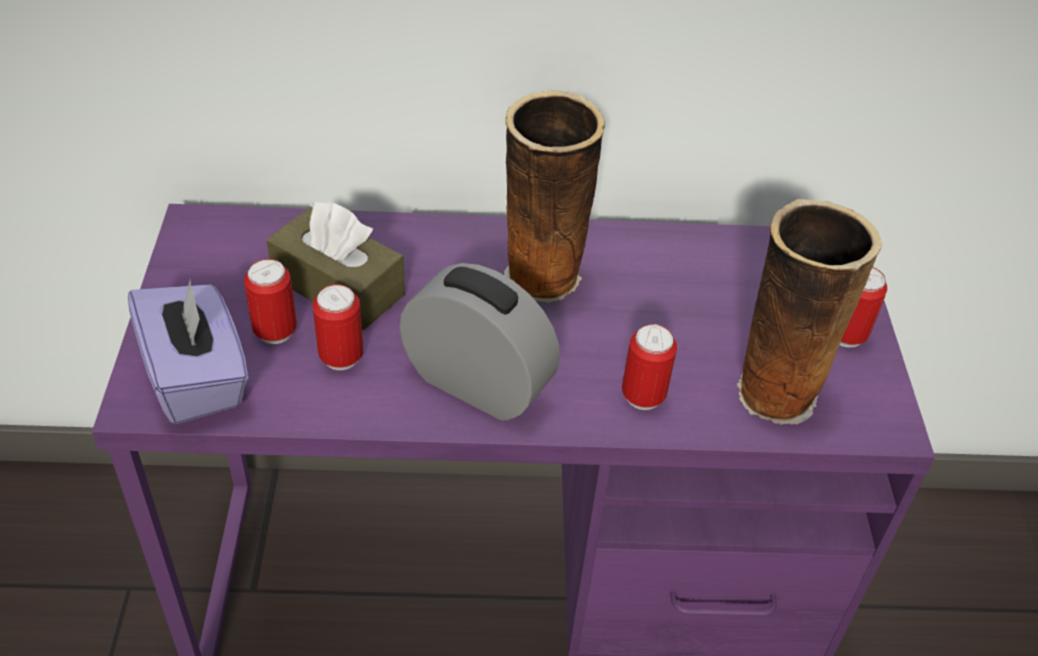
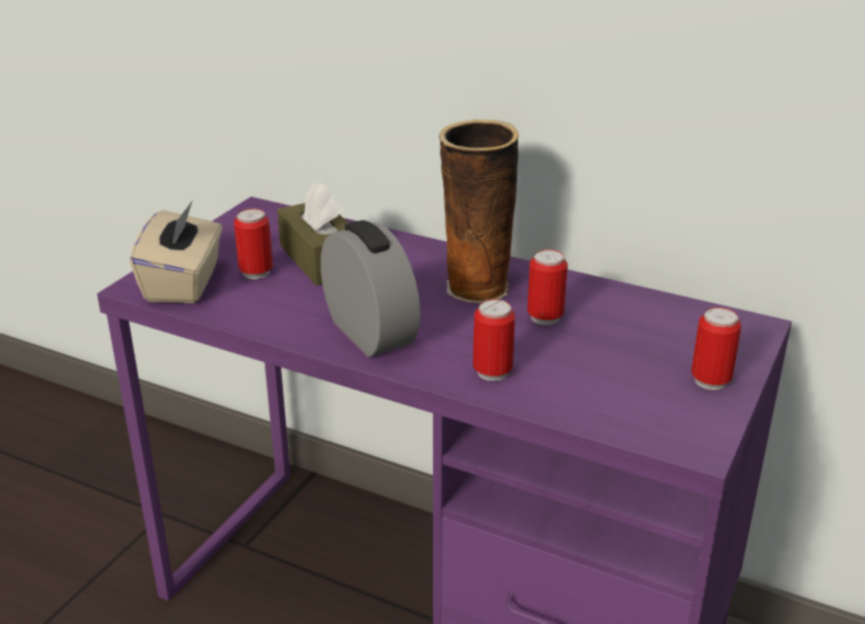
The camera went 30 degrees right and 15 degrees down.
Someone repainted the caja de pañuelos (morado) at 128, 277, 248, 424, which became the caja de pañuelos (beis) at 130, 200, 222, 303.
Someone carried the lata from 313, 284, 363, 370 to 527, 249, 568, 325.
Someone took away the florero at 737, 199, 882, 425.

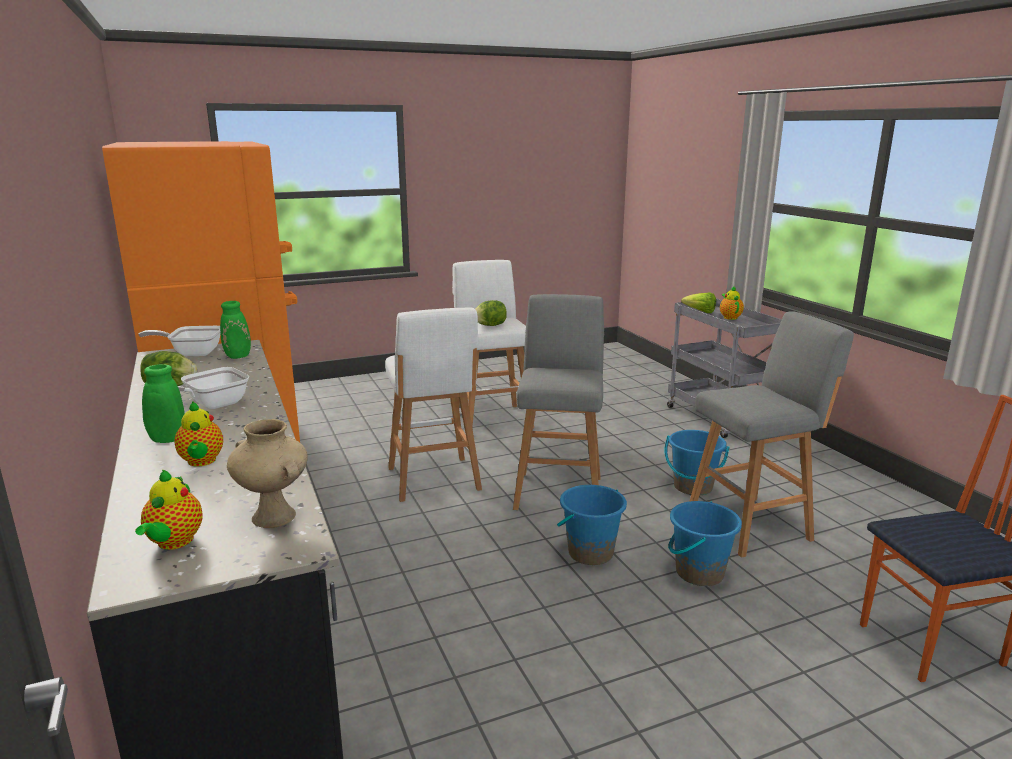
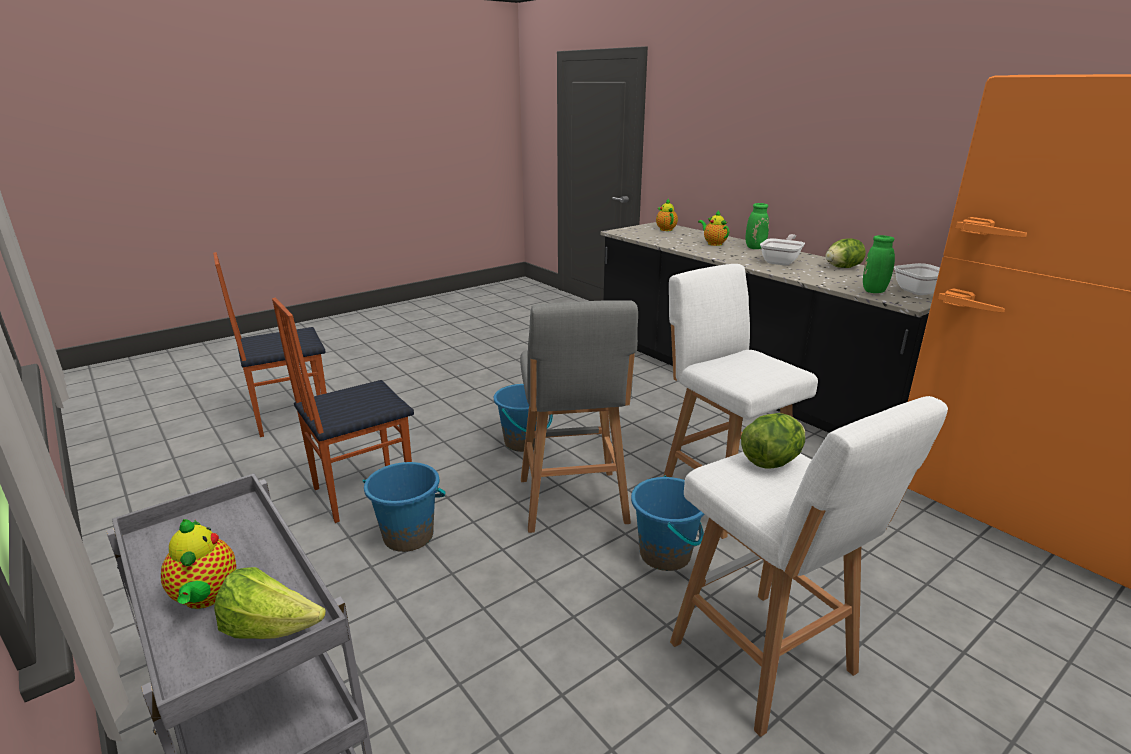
The camera went 165 degrees right and 5 degrees up.
Someone swapped the taburete (gris) at 689, 311, 854, 558 for the silla at 272, 298, 414, 523.
Someone carried the cubo (azul) from 668, 501, 742, 586 to 631, 476, 705, 571.
Someone took away the florero (beis) at 227, 419, 308, 528.

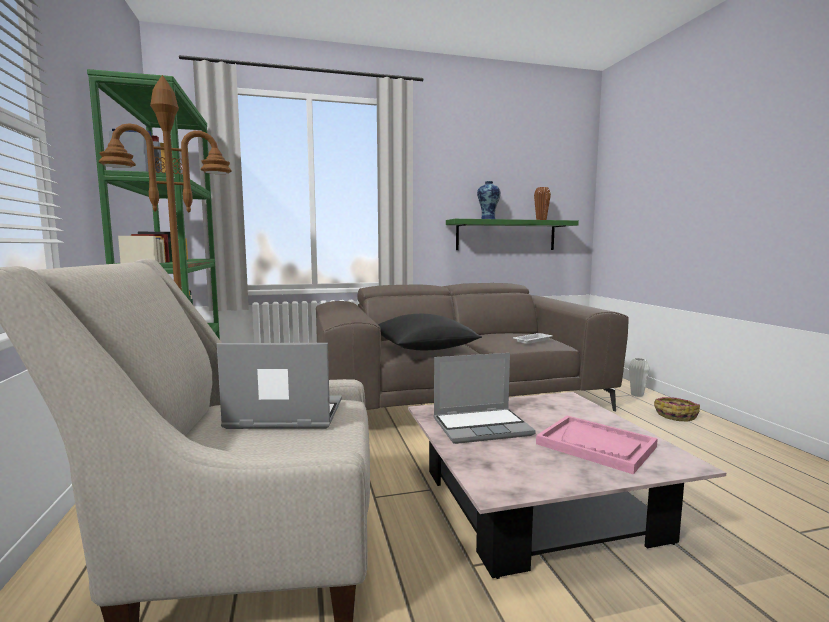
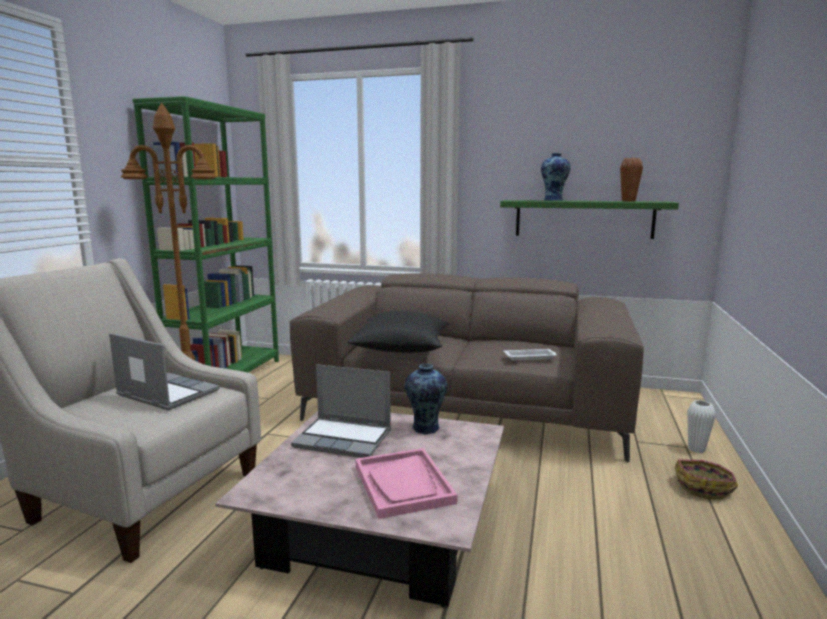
The camera went 30 degrees right and 5 degrees up.
Someone put down the florero at 405, 364, 447, 434.

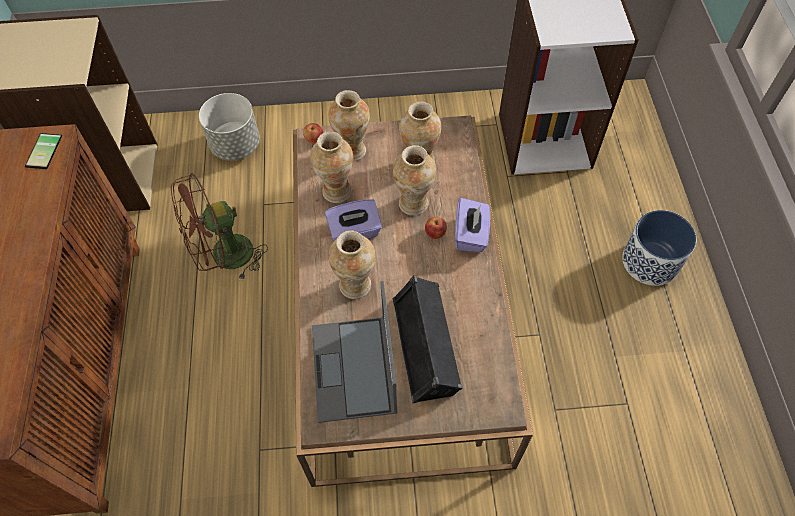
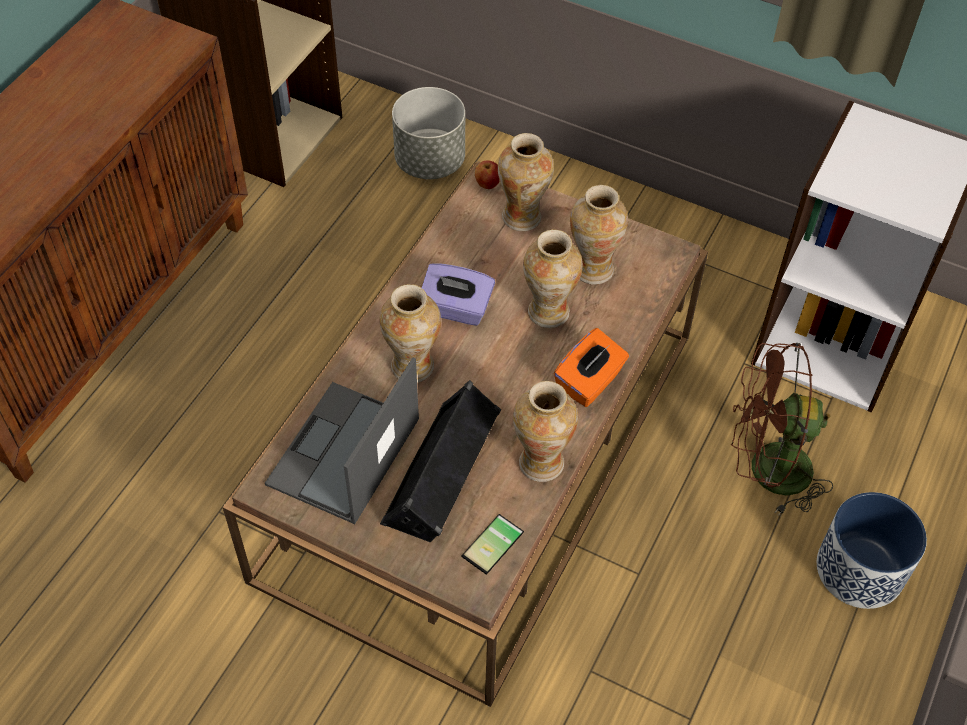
The camera went 30 degrees right and 5 degrees down.
Someone carried the móvil from 25, 133, 62, 169 to 461, 514, 524, 575.
Someone carried the florero from 310, 131, 353, 203 to 513, 381, 578, 482.
Someone repainted the caja de pañuelos (morado) at 455, 198, 490, 252, which became the caja de pañuelos (naranja) at 554, 328, 629, 407.
Someone carried the ventilador (marrón) from 171, 172, 268, 281 to 731, 343, 833, 516.
Someone took away the manzana at 425, 217, 447, 239.

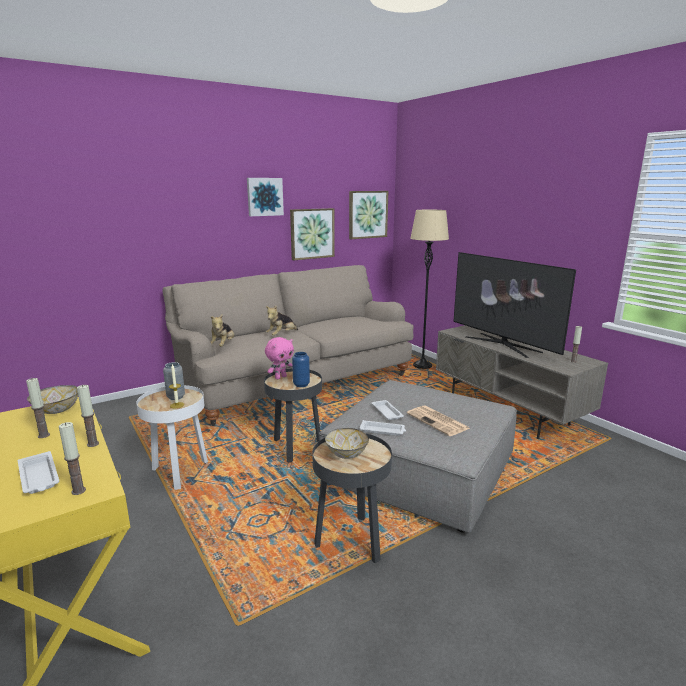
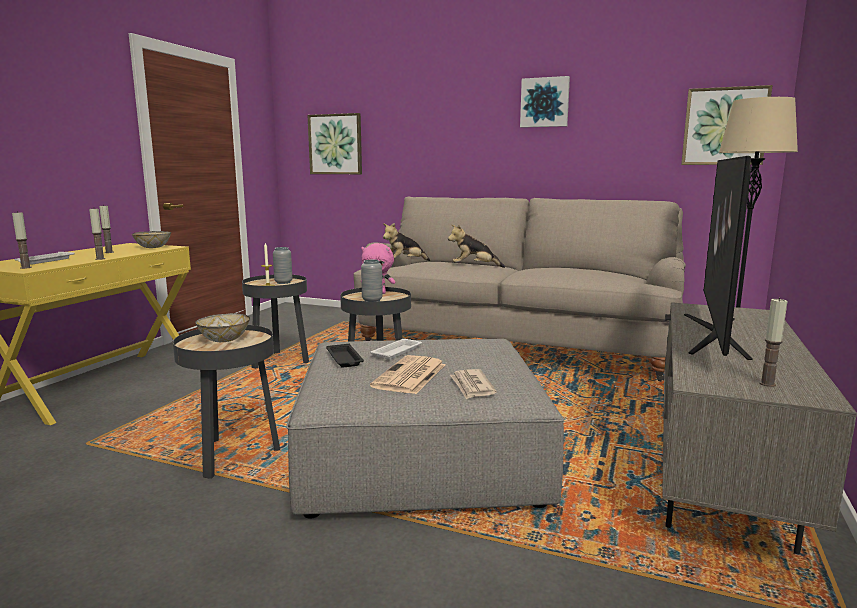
The camera went 55 degrees right and 5 degrees down.
Someone repainted the mesa auxiliar (blanco) at 136, 385, 208, 490, which became the mesa auxiliar (negro) at 242, 275, 309, 369.
Someone carried the cuadro from 290, 208, 335, 261 to 307, 113, 362, 174.
Someone repainted the bandeja (blanco) at 359, 420, 406, 436, which became the bandeja (negro) at 326, 344, 364, 368.
Someone repainted the florero (azul) at 292, 352, 310, 387, which became the florero (gris) at 361, 260, 383, 301.
Someone put down the periódico at 450, 369, 497, 400.

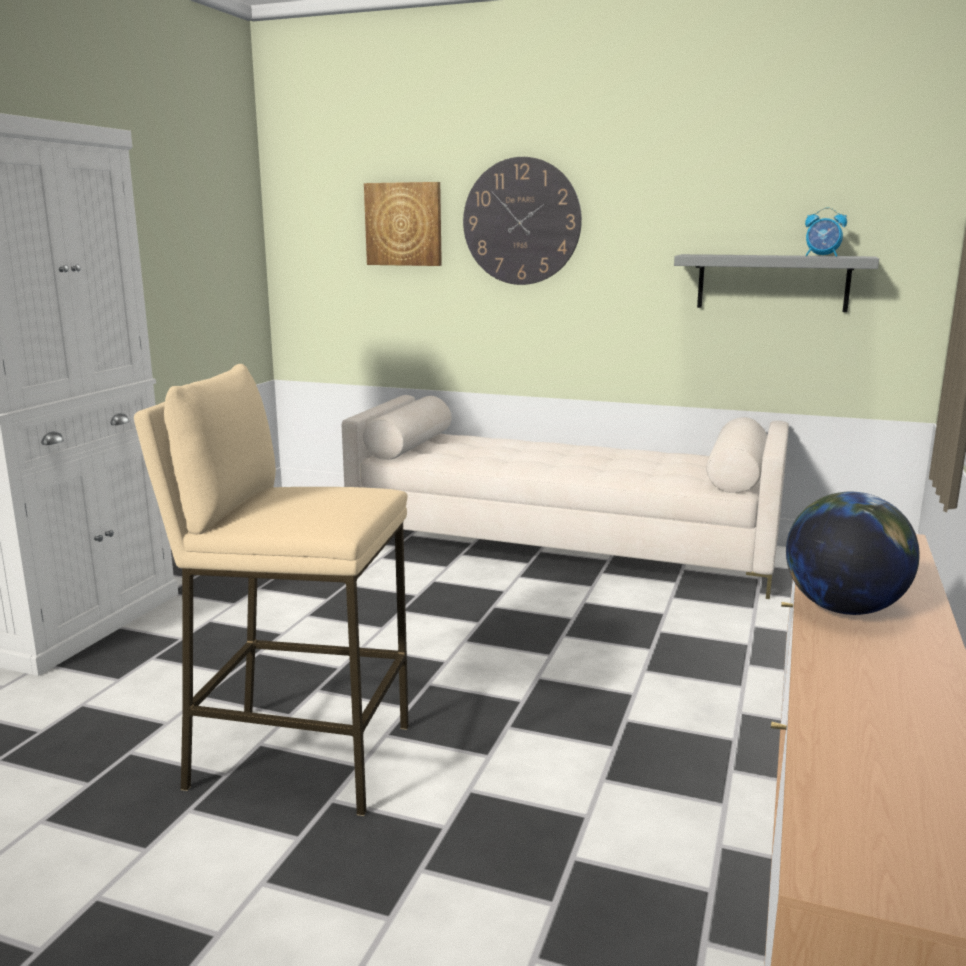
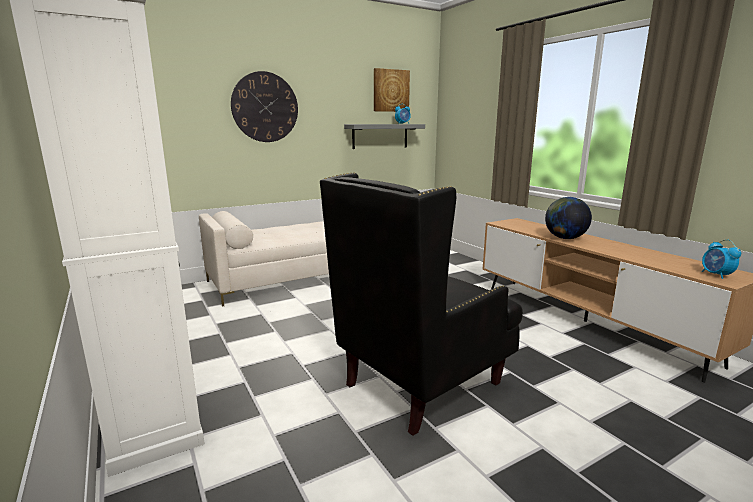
The camera went 50 degrees left and 0 degrees up.
Someone swapped the taburete (beis) at 134, 364, 409, 816 for the sillón (negro) at 320, 172, 523, 436.
Someone carried the cuadro from 364, 182, 442, 266 to 374, 68, 410, 112.
Someone put down the despertador at 702, 239, 741, 279.

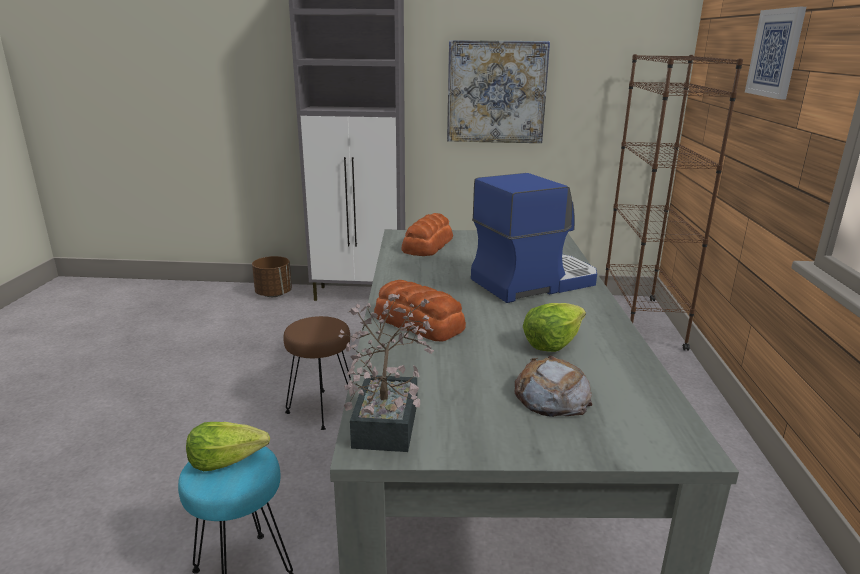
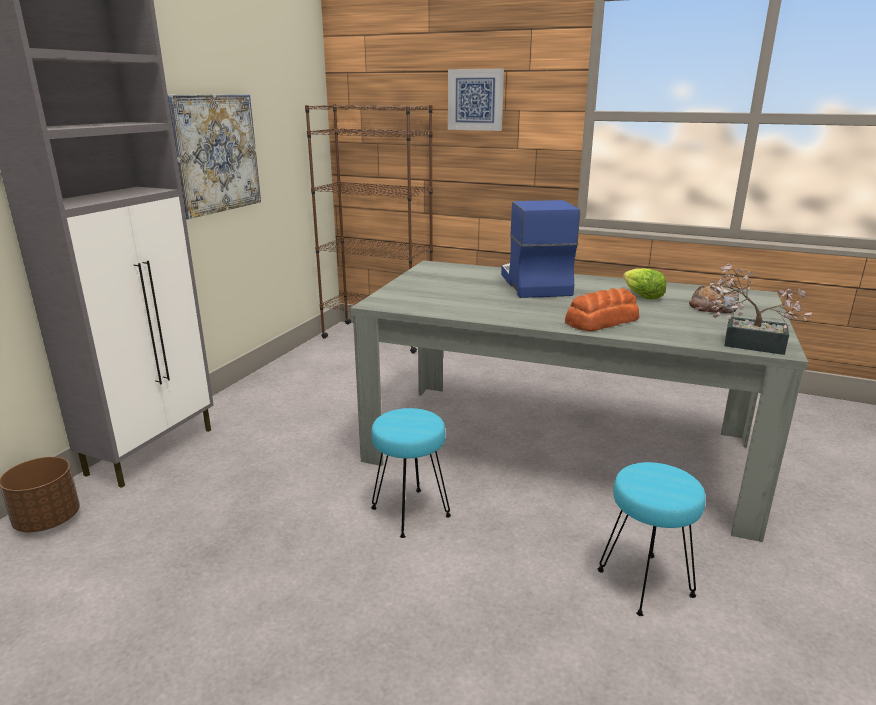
The camera went 70 degrees left and 0 degrees up.
Someone repainted the taburete (marrón) at 283, 316, 351, 430, which became the taburete (turquesa) at 371, 408, 451, 538.
Someone took away the lechuga at 186, 422, 270, 471.
Someone took away the pan at 401, 213, 453, 256.

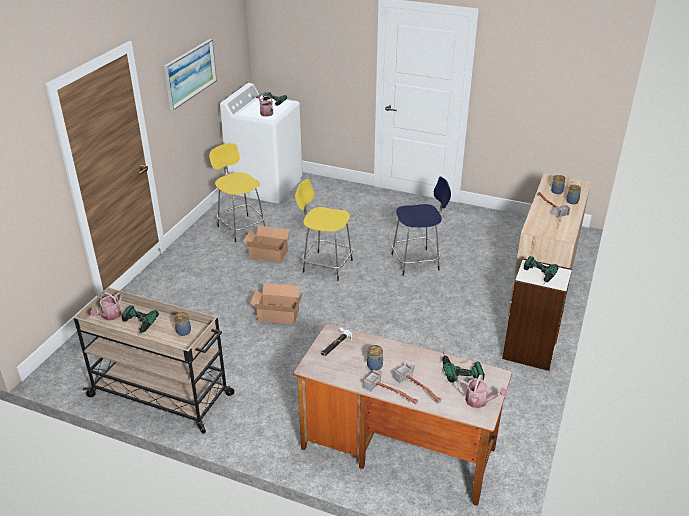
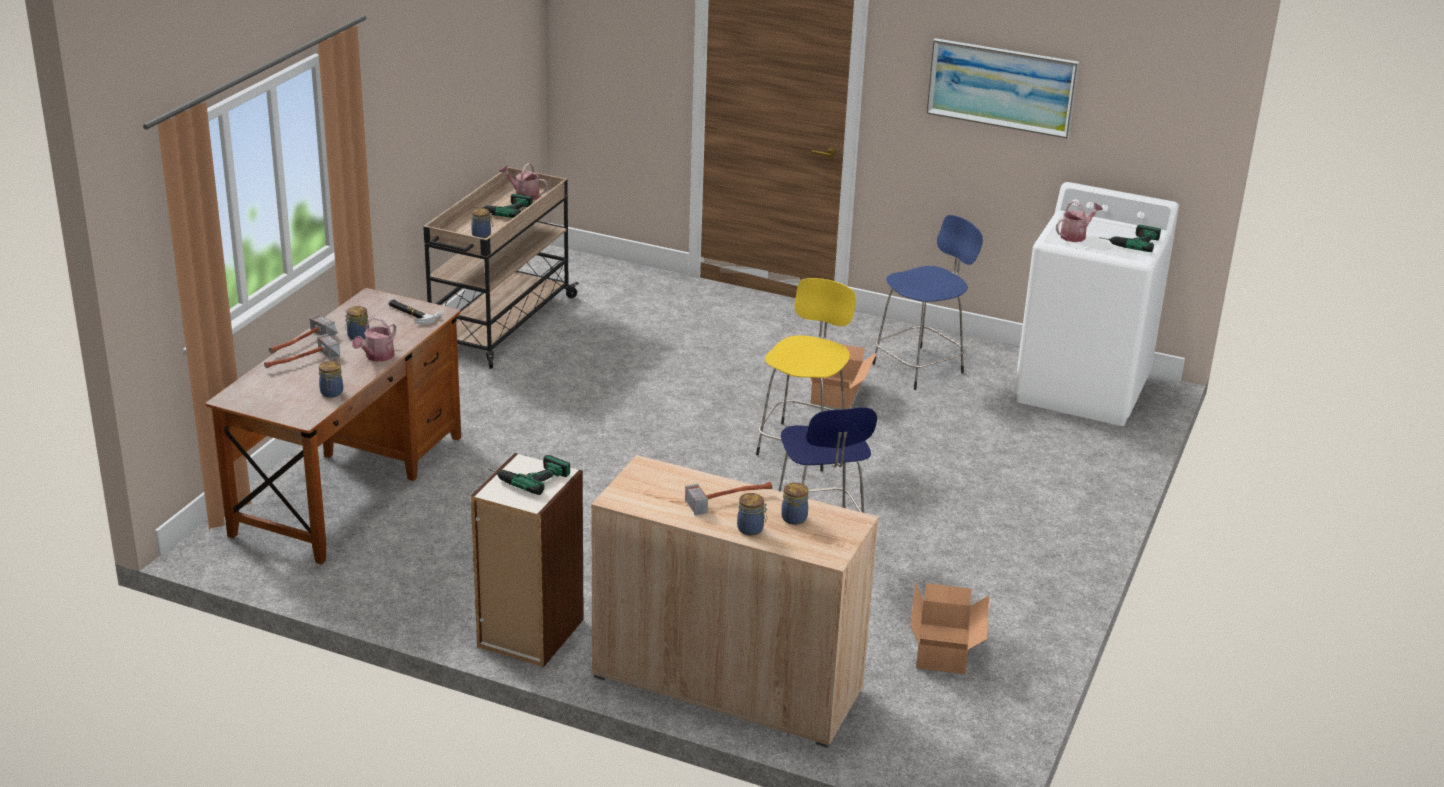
The camera went 90 degrees right and 5 degrees down.
Someone swapped the taladro at 442, 352, 485, 383 for the tarro at 319, 361, 343, 398.
Someone carried the regadera from 457, 375, 507, 408 to 352, 317, 396, 362.
Someone repainted the taburete (amarillo) at 209, 143, 265, 242, which became the taburete (azul) at 872, 215, 983, 390.
Someone carried the caja de cartón from 250, 283, 303, 324 to 911, 583, 989, 674.

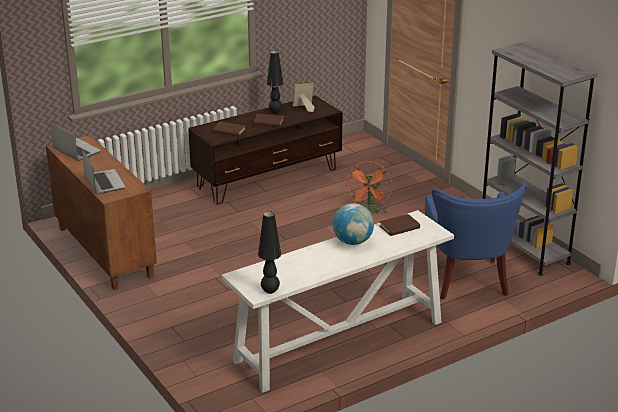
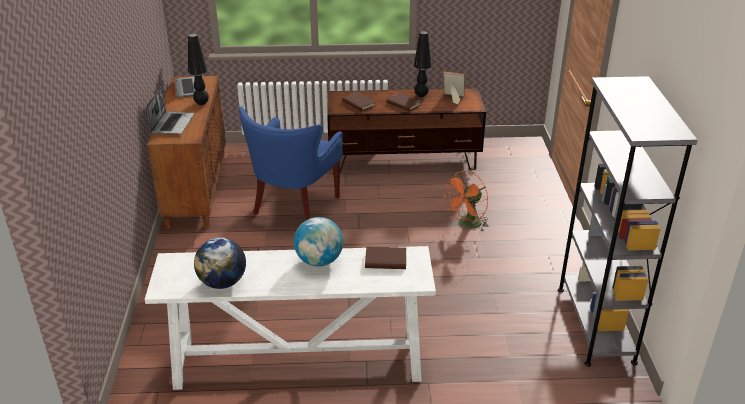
The camera went 30 degrees right and 5 degrees up.
Someone carried the lámpara de mesa (negro) from 258, 211, 281, 294 to 188, 33, 209, 105.
Someone put down the globo terráqueo at 194, 237, 246, 289.
Someone carried the sillón (azul) from 425, 184, 527, 300 to 239, 106, 343, 221.

